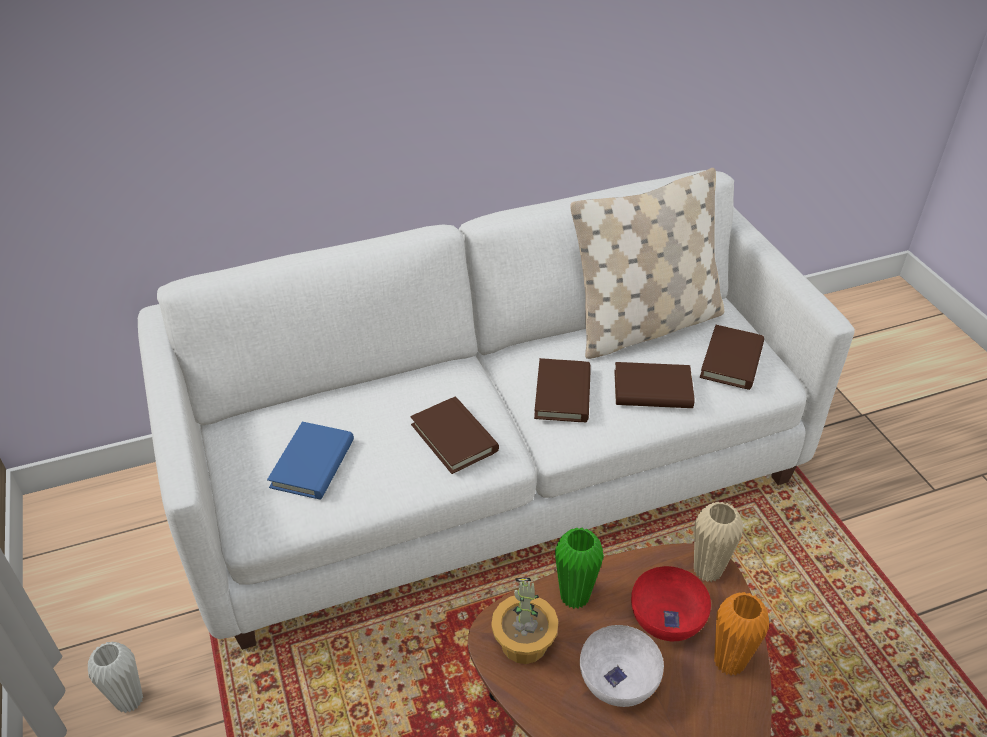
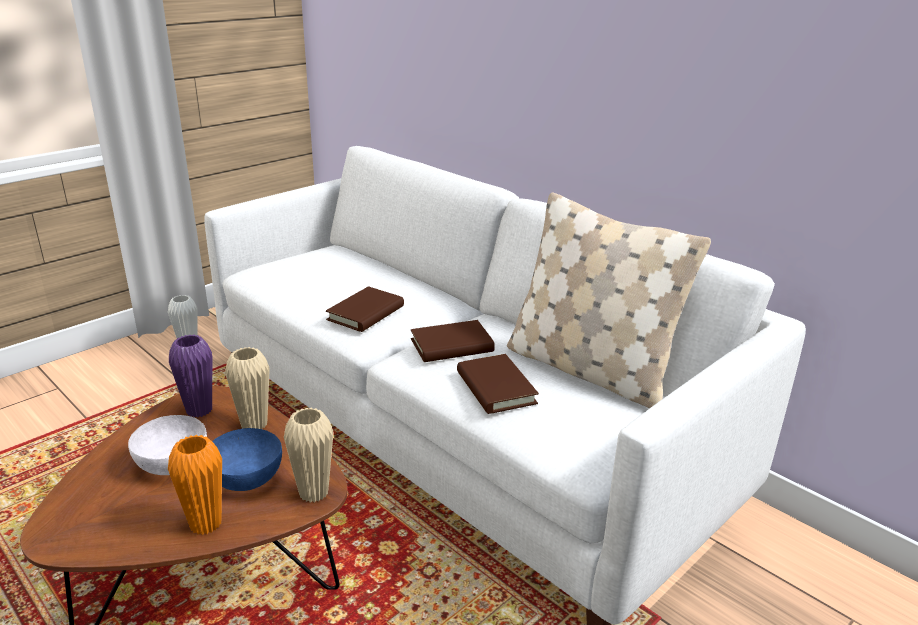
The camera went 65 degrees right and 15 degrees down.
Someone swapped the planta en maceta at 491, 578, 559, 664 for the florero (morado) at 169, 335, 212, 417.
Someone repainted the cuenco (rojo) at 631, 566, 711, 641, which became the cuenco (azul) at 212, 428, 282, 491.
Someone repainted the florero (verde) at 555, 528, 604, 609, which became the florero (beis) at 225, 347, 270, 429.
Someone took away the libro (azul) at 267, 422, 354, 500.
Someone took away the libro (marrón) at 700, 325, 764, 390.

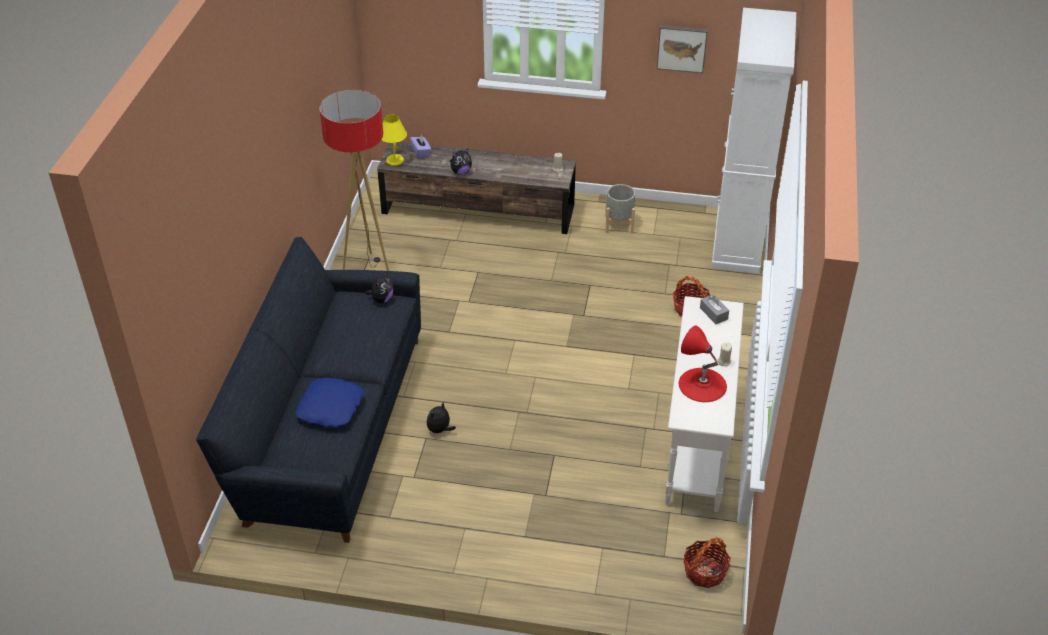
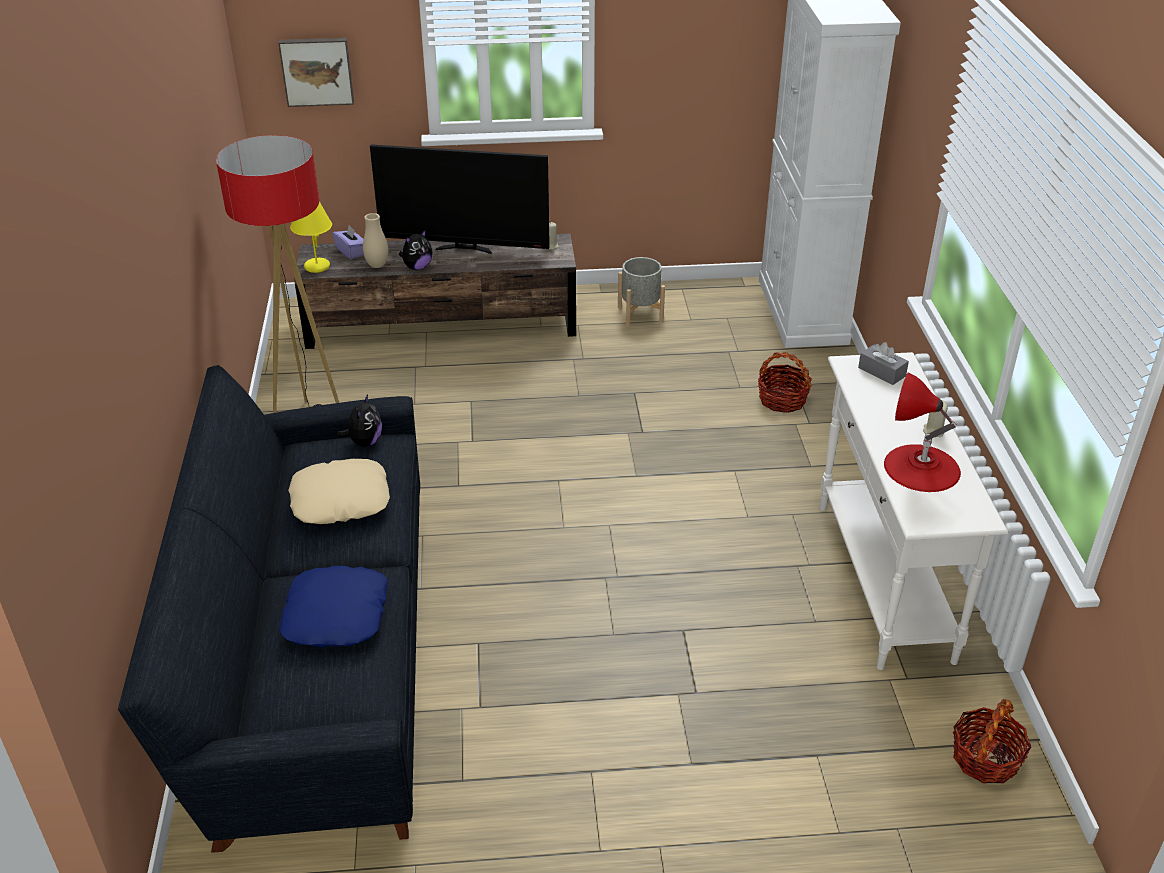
The camera went 15 degrees left and 5 degrees down.
Someone carried the cuadro from 657, 25, 708, 73 to 278, 38, 354, 107.
Someone put down the cojín (beis) at 288, 459, 390, 524.
Someone put down the florero (beis) at 363, 213, 389, 268.
Someone put down the televisor at 370, 144, 550, 254.
Someone took away the peluche at 427, 403, 456, 433.

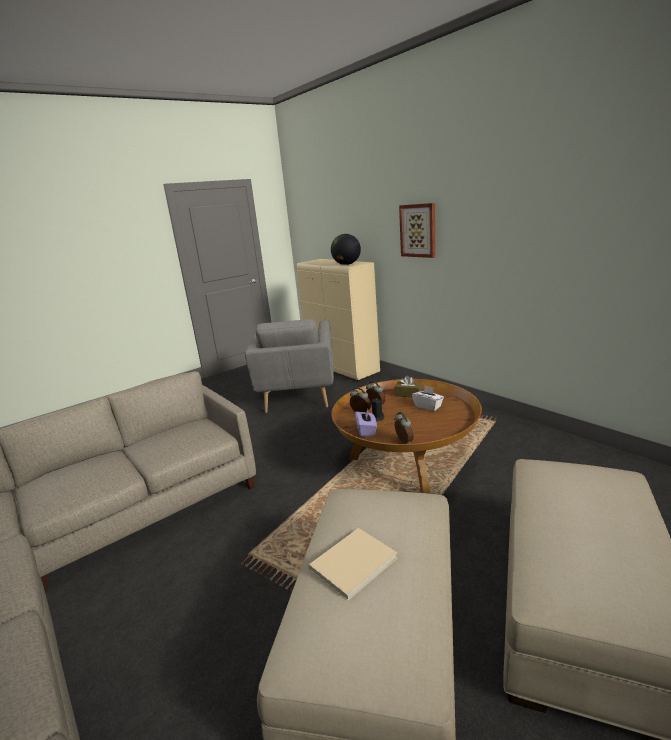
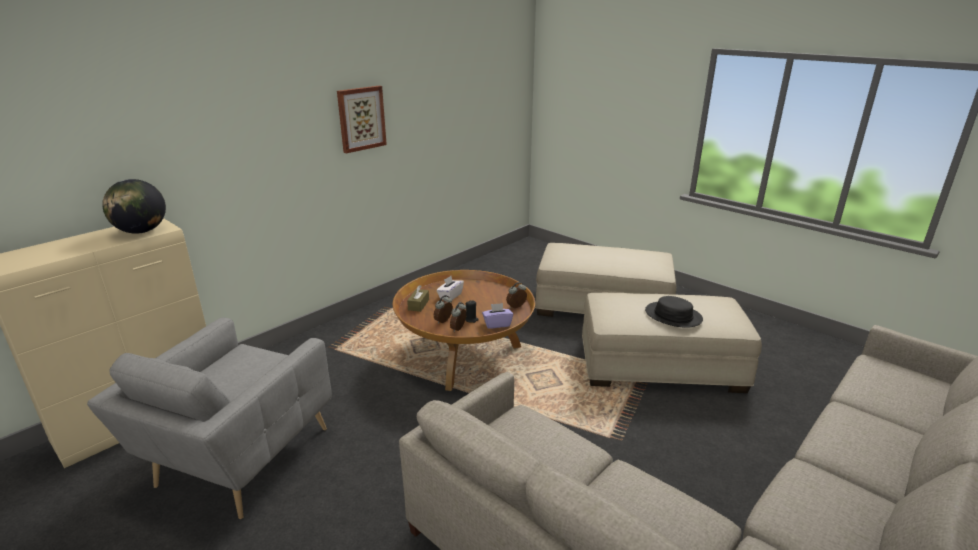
The camera went 100 degrees left and 5 degrees up.
Someone rotated the sillón (gris) at 245, 319, 334, 413 by 120 degrees clockwise.
Someone carried the cuadro from 399, 203, 436, 258 to 337, 86, 387, 153.
Someone swapped the libro (beis) at 308, 528, 397, 601 for the sombrero (negro) at 645, 296, 703, 328.

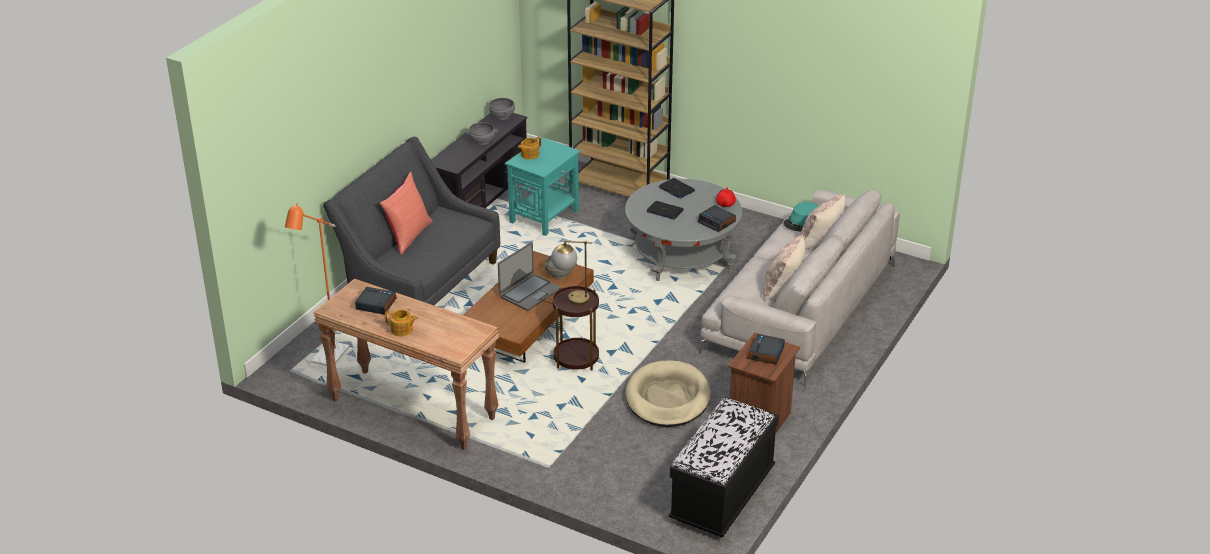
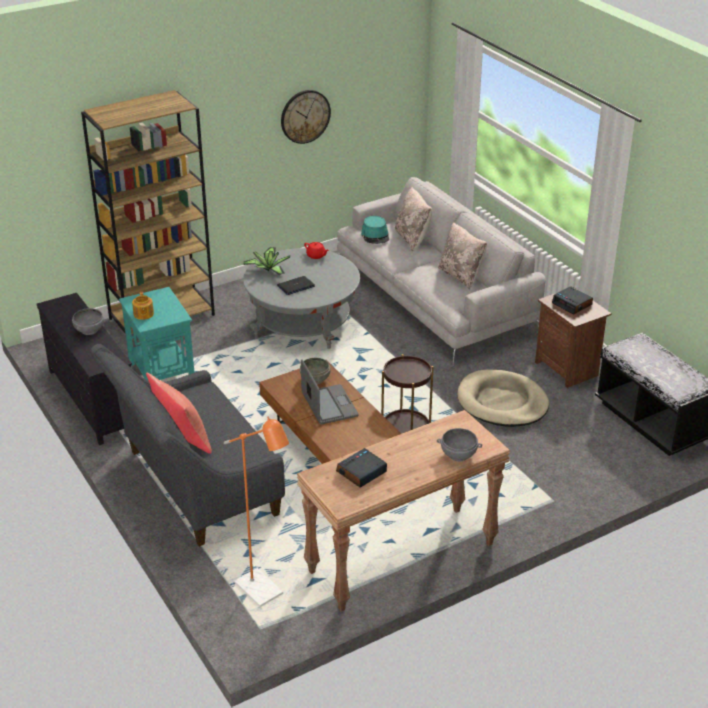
The camera went 60 degrees left and 0 degrees up.
Someone swapped the portátil at 659, 178, 695, 199 for the planta en maceta at 243, 247, 290, 275.
Someone put up the reloj de pared at 281, 90, 331, 144.
Someone carried the cuenco (gris) from 489, 98, 515, 120 to 437, 428, 482, 461.
Someone took away the tetera at 385, 310, 418, 336.
Someone took away the lámpara de mesa at 551, 240, 592, 306.
Someone took away the despertador at 698, 205, 736, 232.

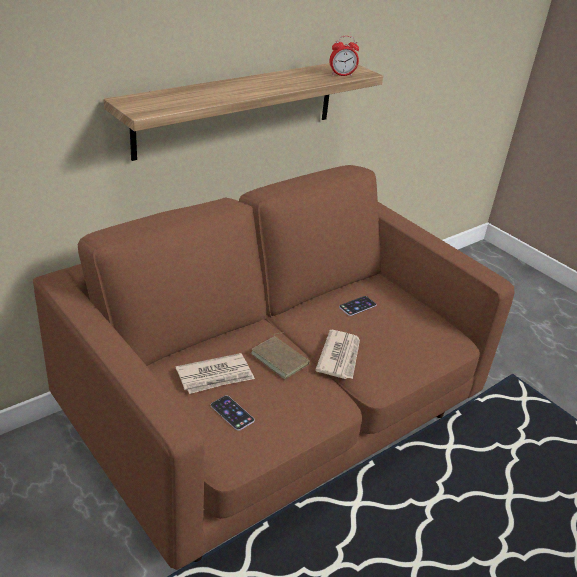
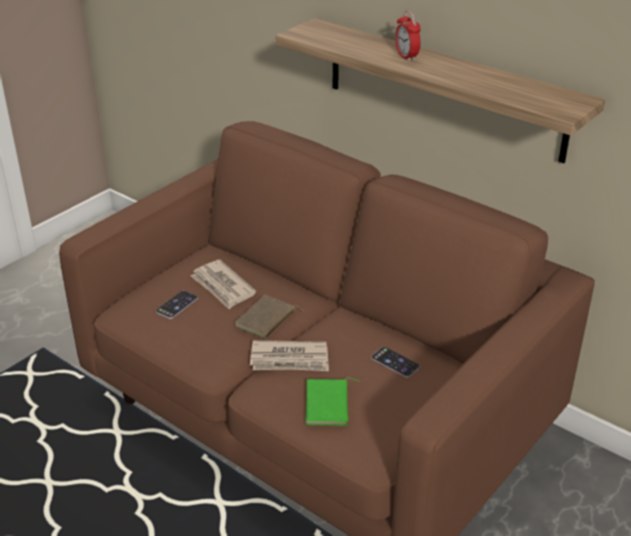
The camera went 80 degrees right and 0 degrees up.
Someone put down the libro (verde) at 305, 377, 360, 426.
Someone carried the despertador from 329, 36, 359, 76 to 395, 10, 421, 62.

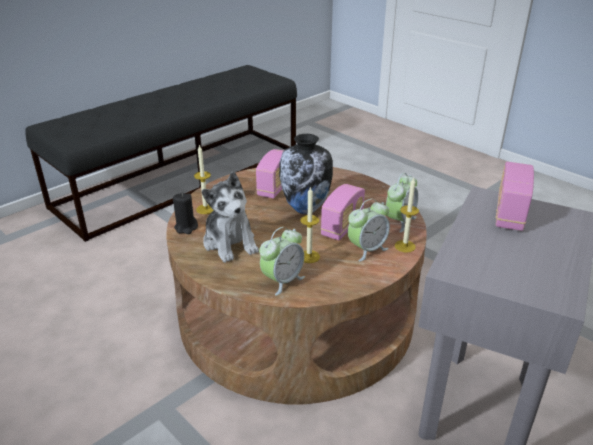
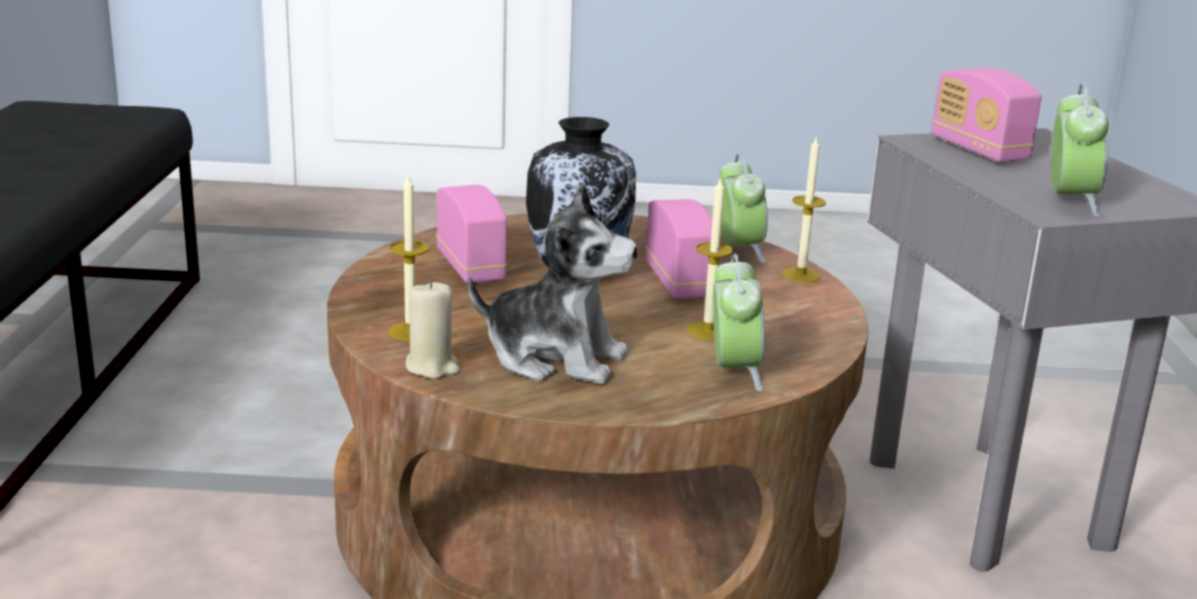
The camera went 45 degrees left and 10 degrees down.
Someone repainted the vela (negro) at 173, 193, 198, 234, which became the vela (beis) at 406, 280, 460, 379.
Someone carried the despertador from 348, 199, 390, 262 to 1051, 83, 1109, 216.

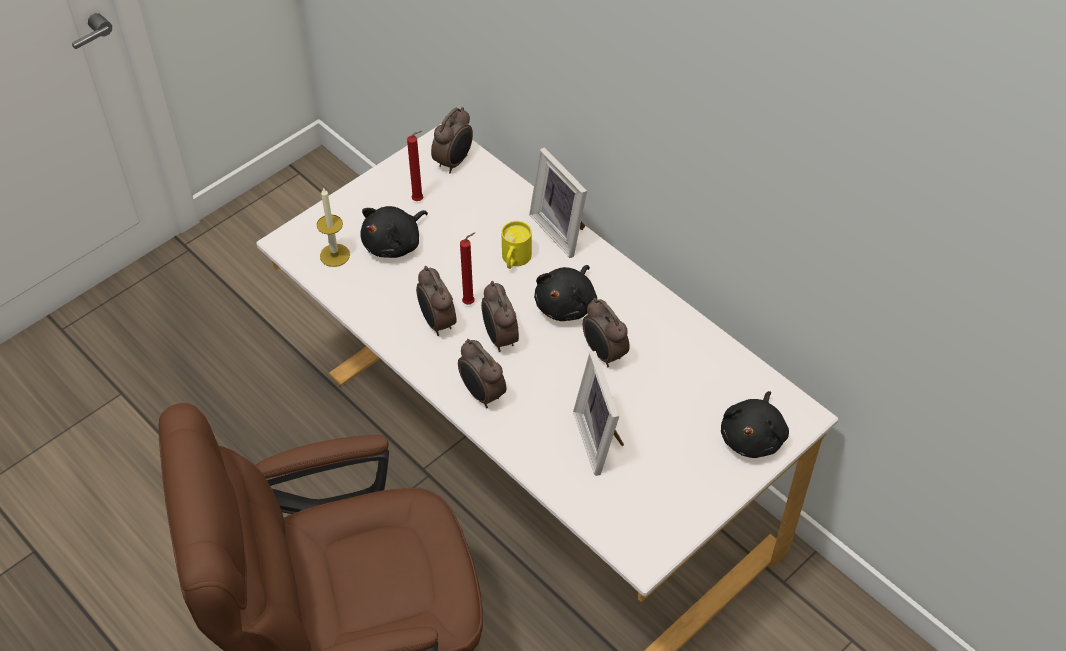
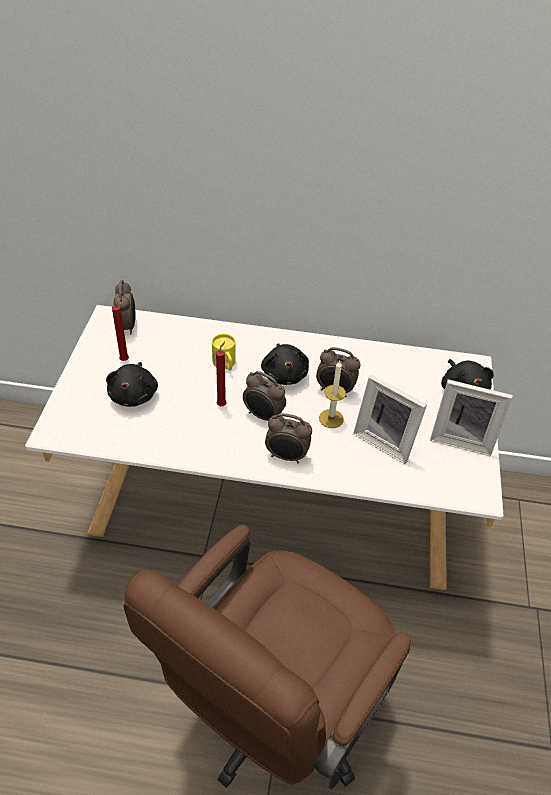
The camera went 40 degrees left and 5 degrees down.
Someone carried the vela from 317, 187, 350, 267 to 319, 361, 346, 428.
Someone carried the portarretratos from 529, 147, 587, 258 to 430, 379, 513, 456.
Someone took away the despertador at 416, 266, 456, 336.

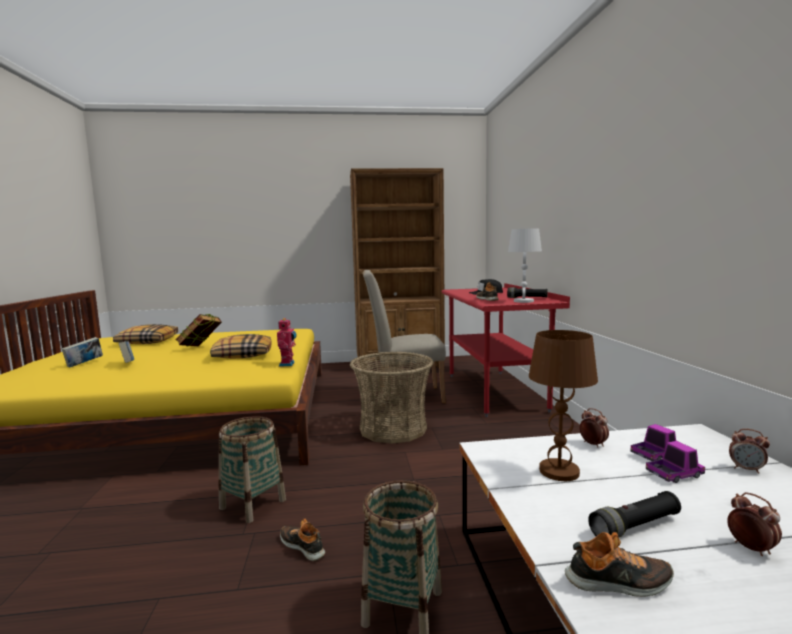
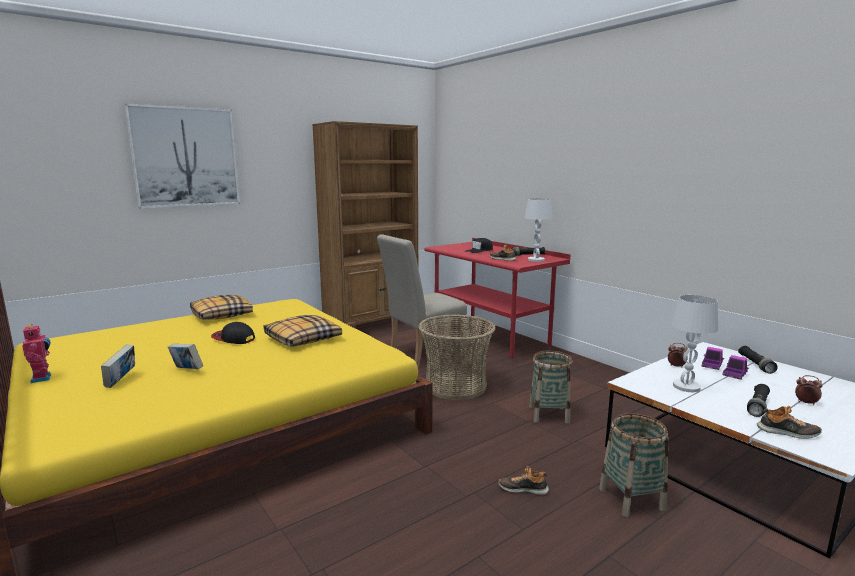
The camera went 30 degrees left and 5 degrees up.
Someone carried the robot de juguete from 277, 318, 296, 366 to 22, 324, 51, 383.
Someone put up the cuadro at 125, 103, 240, 209.
Someone carried the cojín from 113, 324, 178, 344 to 190, 295, 253, 320.
Someone swapped the libro at 176, 314, 222, 346 for the gorra at 211, 322, 255, 344.
Someone carried the cesta from 219, 416, 286, 523 to 529, 351, 573, 424.
Someone repainted the lámpara de mesa (marrón) at 529, 330, 598, 481, which became the lámpara de mesa (blanco) at 671, 295, 718, 392.
Someone swapped the despertador at 729, 429, 770, 474 for the linterna (negro) at 738, 346, 777, 374.
Someone rotated the zapato at 565, 532, 674, 597 by 45 degrees clockwise.

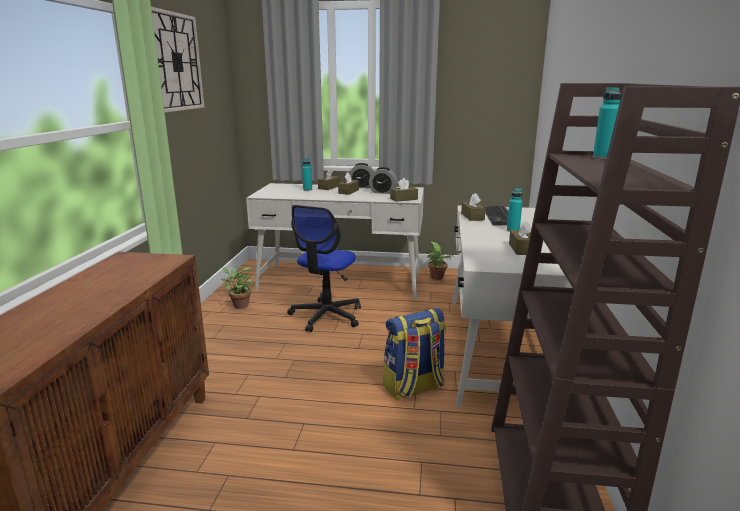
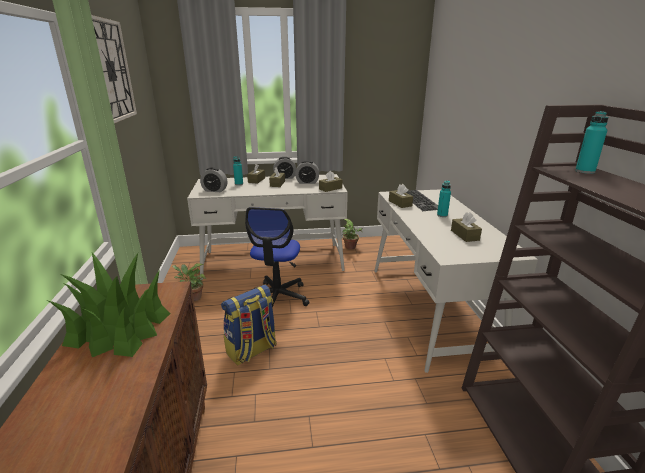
The camera went 15 degrees left and 5 degrees up.
Someone put down the planta en maceta at 47, 253, 171, 357.
Someone put down the despertador at 200, 167, 228, 192.
Someone carried the mochila from 383, 308, 446, 400 to 221, 285, 277, 366.

